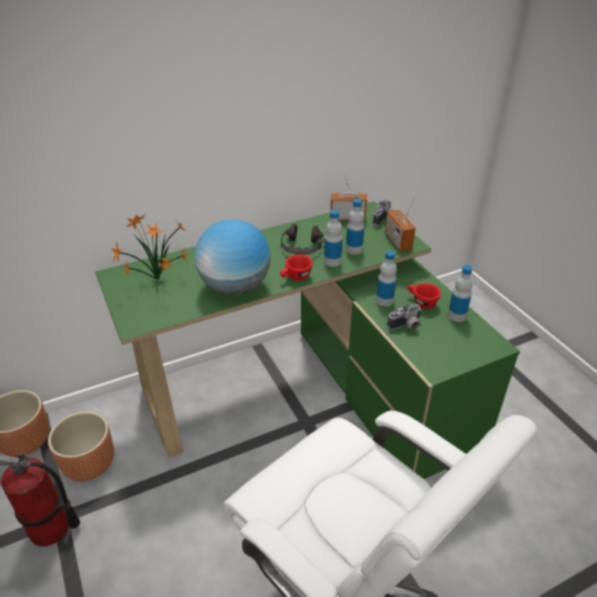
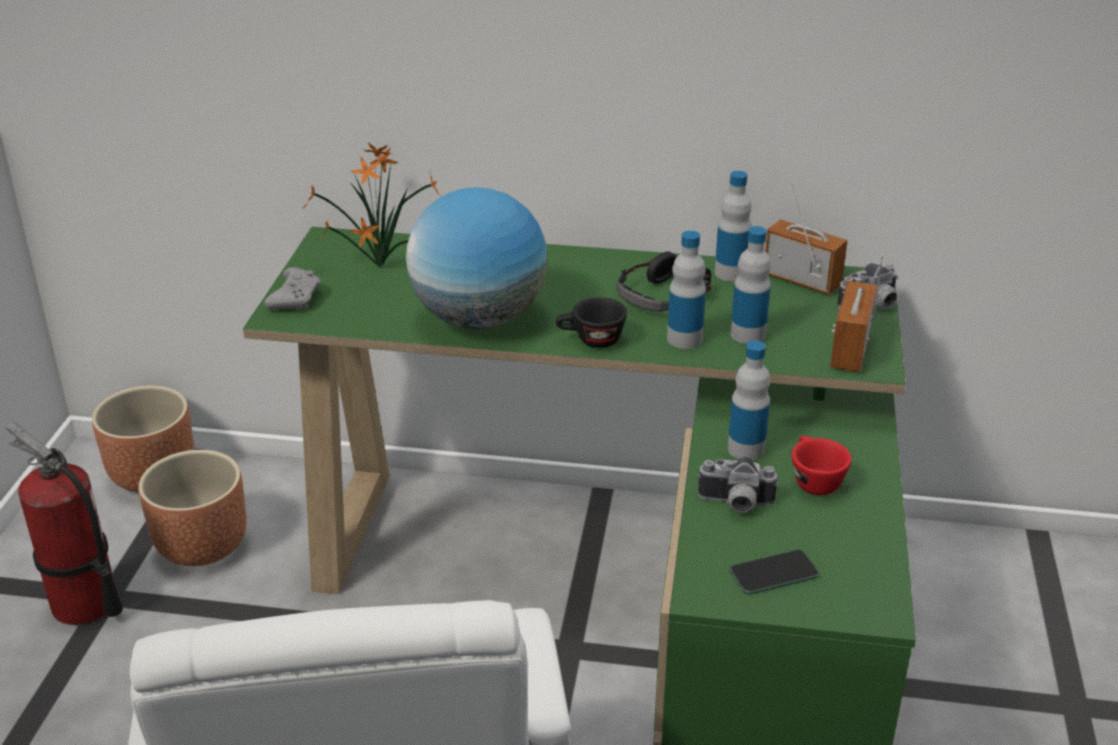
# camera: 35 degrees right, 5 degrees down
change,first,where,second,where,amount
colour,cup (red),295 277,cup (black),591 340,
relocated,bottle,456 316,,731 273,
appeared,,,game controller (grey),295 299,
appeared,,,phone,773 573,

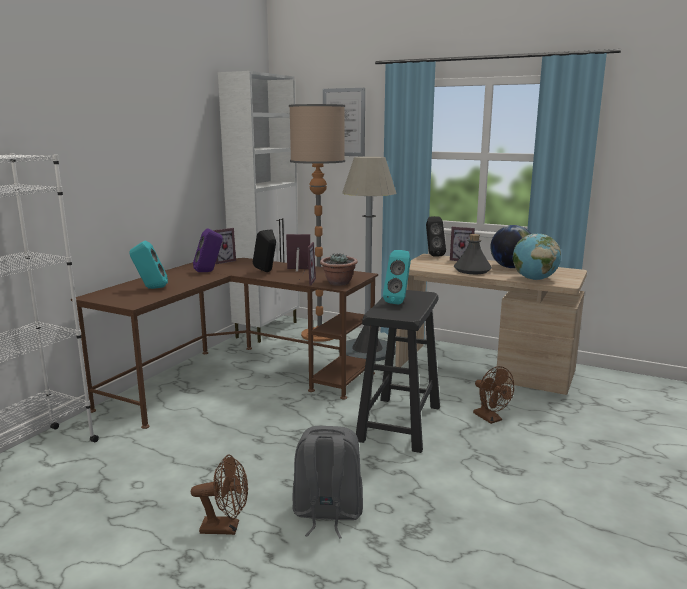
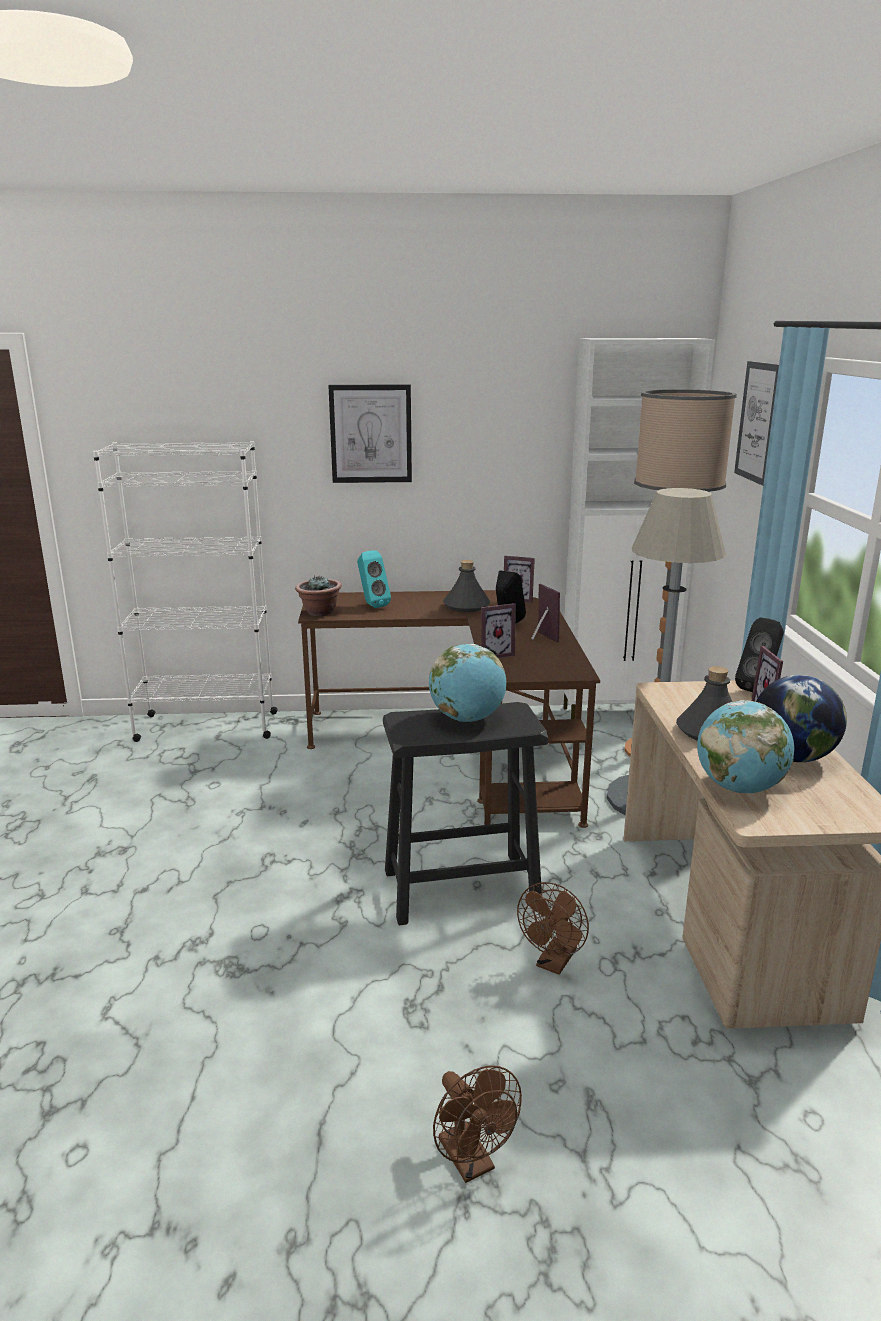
# camera: 60 degrees right, 5 degrees up
change,first,where,second,where,amount
relocated,fan (brown),226 528,,472 1162,
exchanged,speaker (purple),209 271,bottle (grey),466 606,
missing,backpack (grey),327 514,,,
relocated,potted plant,338 283,,319 612,
exchanged,speaker (turquoise),399 302,globe,467 719,
appeared,,,picture,371 434,

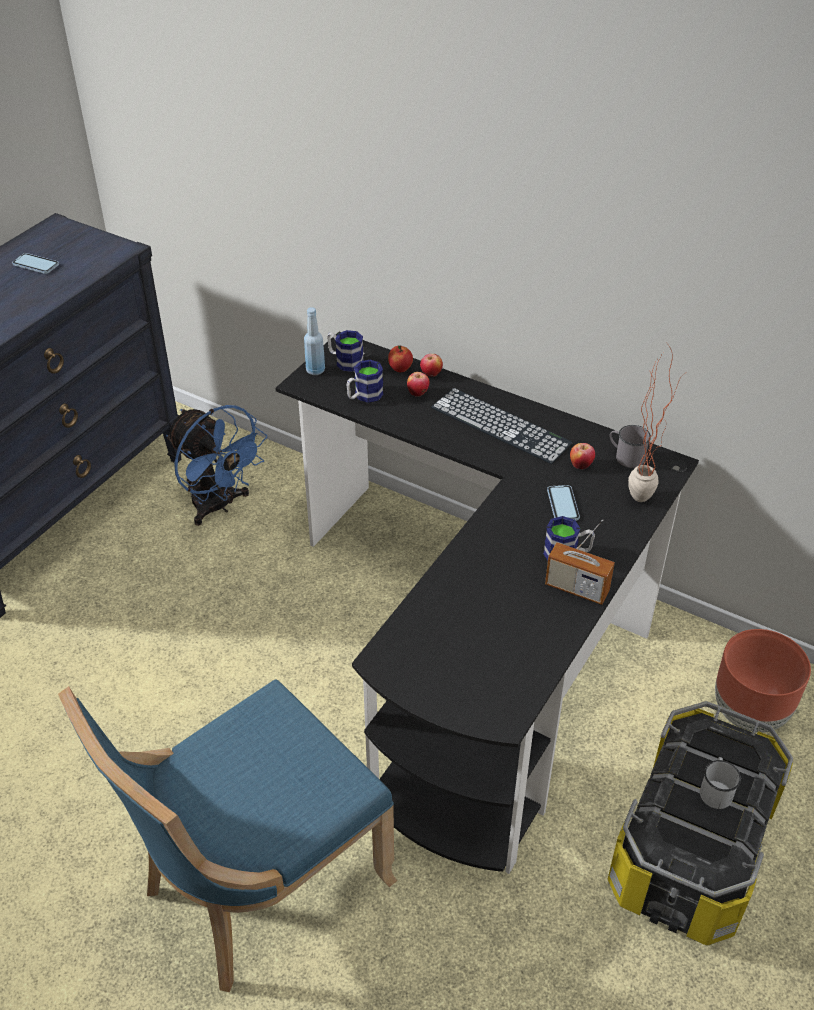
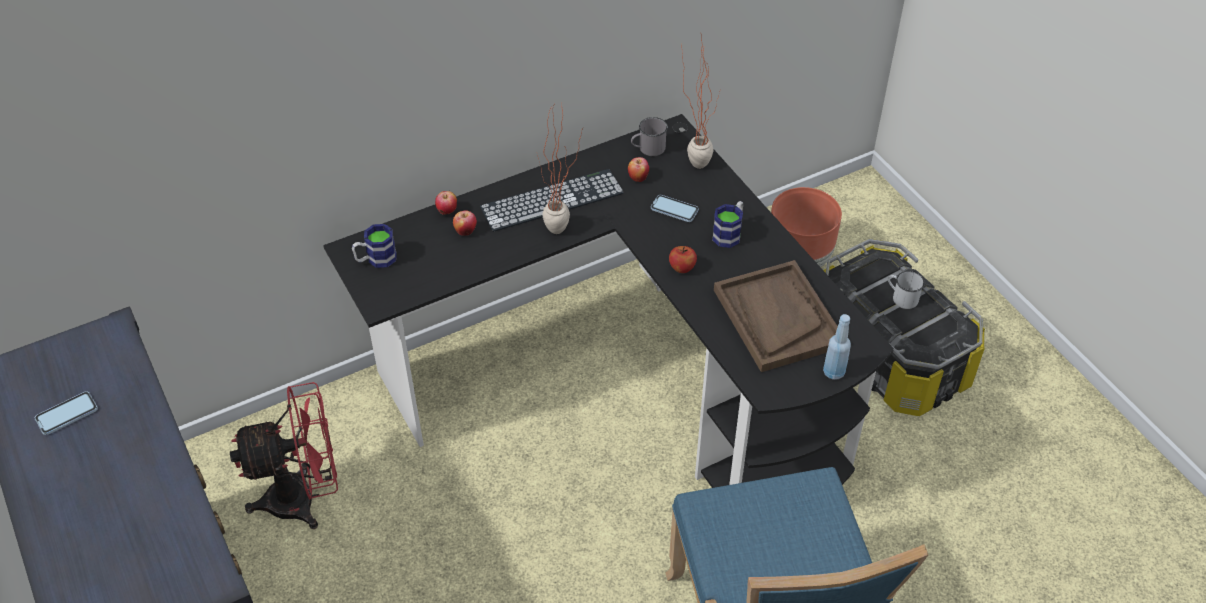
# camera: 60 degrees left, 5 degrees up
change,first,where,second,where,amount
colour,fan (blue),219 506,fan (red),304 498,
relocated,bottle (blue),315 370,,834 372,
missing,mug,364 396,,,
relocated,apple,400 369,,682 268,
missing,radio,576 588,,,
appeared,,,potted plant,563 234,
appeared,,,tray (brown),777 318,

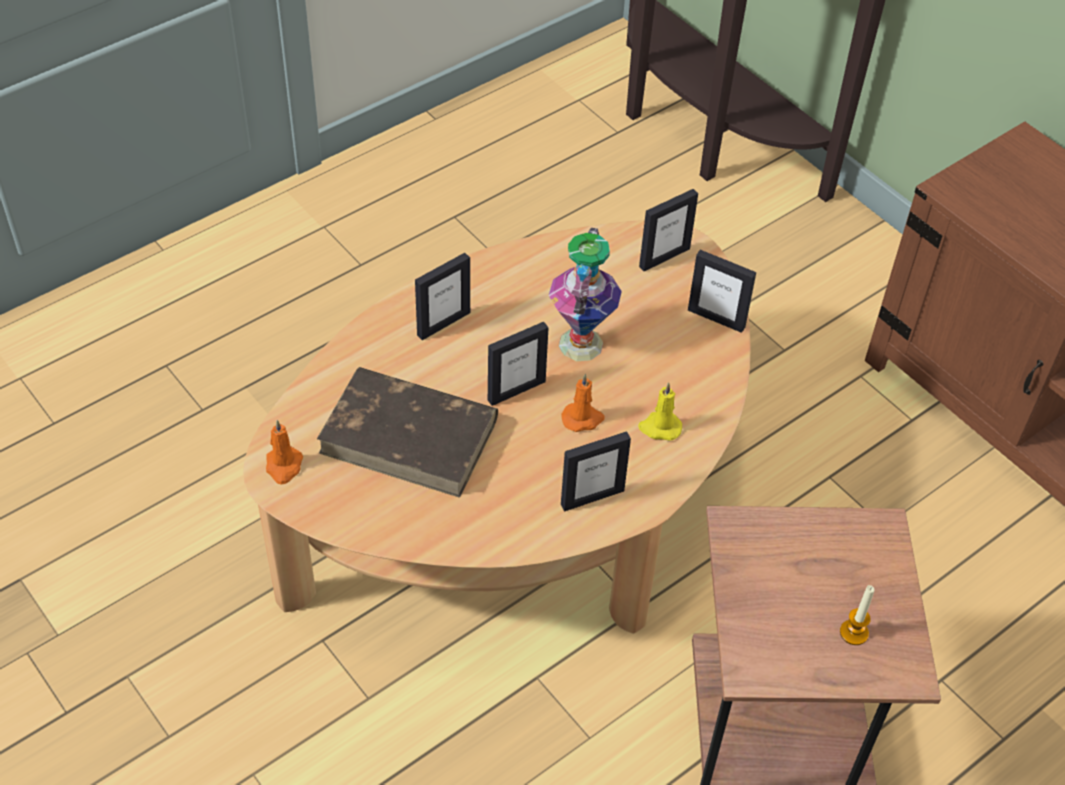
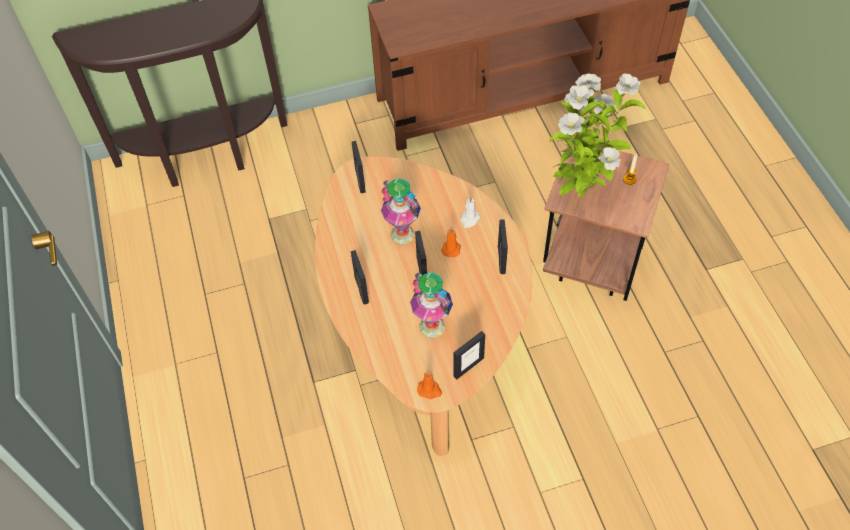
# camera: 65 degrees left, 5 degrees up
change,first,where,second,where,amount
exchanged,book (brown),411 436,vase,432 326,
colour,candle (yellow),659 427,candle (white),469 219,
relocated,picture frame,716 318,,468 367,
appeared,,,potted plant,580 192,

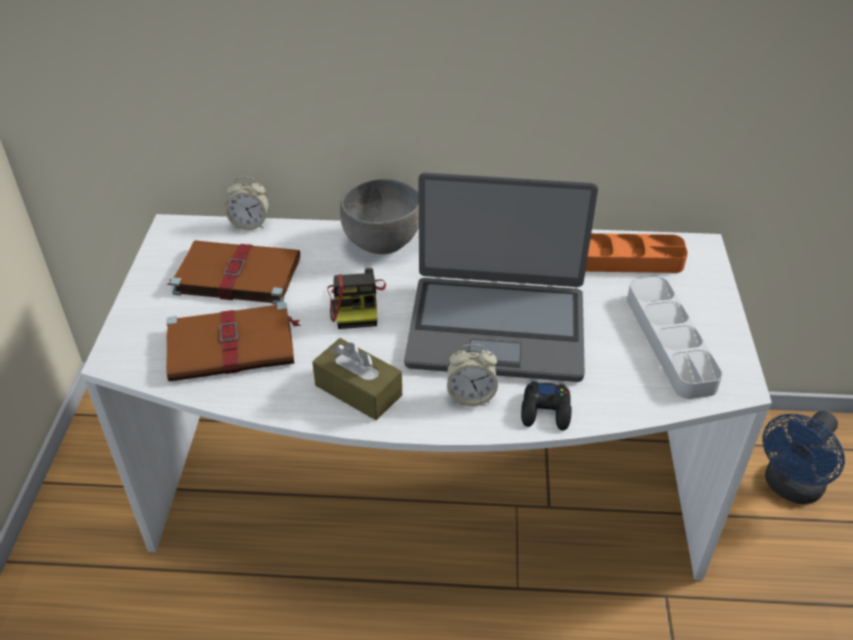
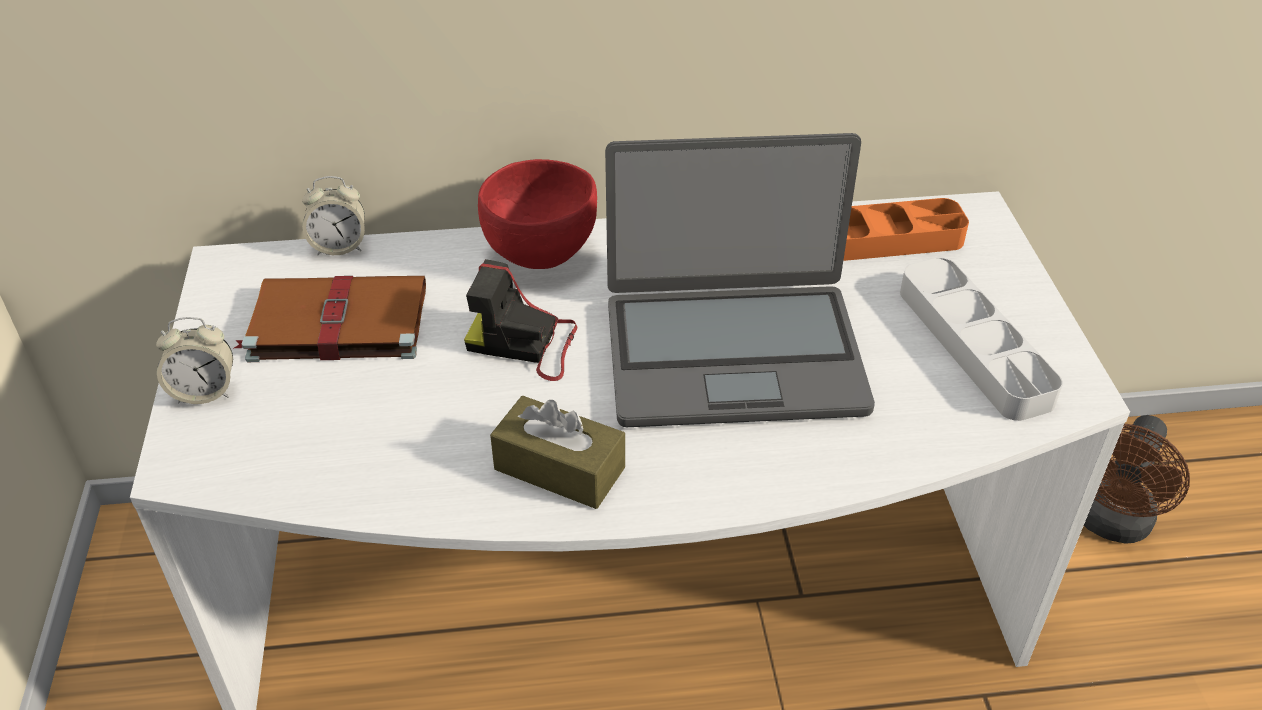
# camera: 10 degrees left, 0 degrees up
change,first,where,second,where,amount
missing,book (brown),233 346,,,
spun,photo camera,356 304,,525 344,120 degrees clockwise
colour,bowl (grey),383 243,bowl (red),541 253,
relocated,alarm clock,471 396,,204 391,
missing,game controller (black),546 411,,,
colour,fan (blue),789 488,fan (brown),1109 523,

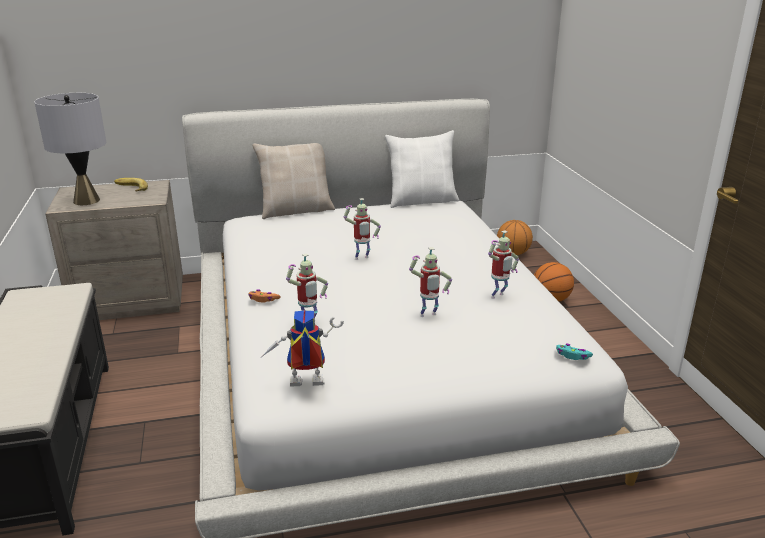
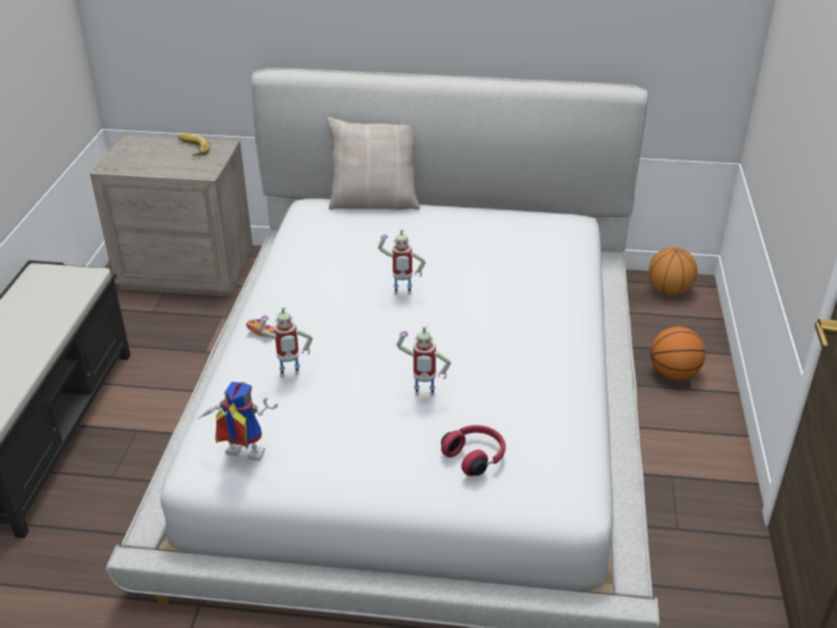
# camera: 20 degrees right, 10 degrees up
change,first,where,second,where,amount
missing,table lamp (grey),86 201,,,
missing,pillow (white),422 201,,,
missing,toy robot,498 297,,,
missing,game controller (turquoise),573 356,,,
appeared,,,headphones (red),475 457,

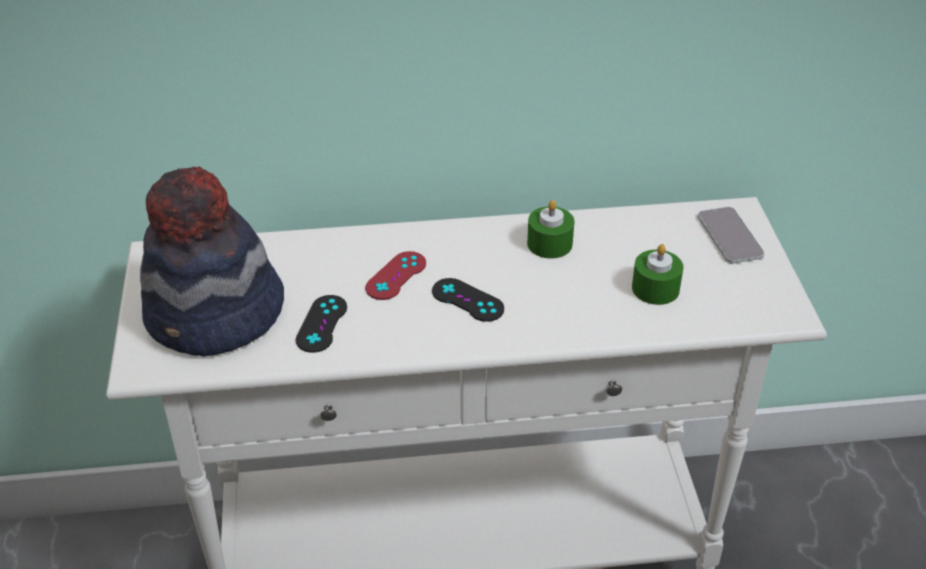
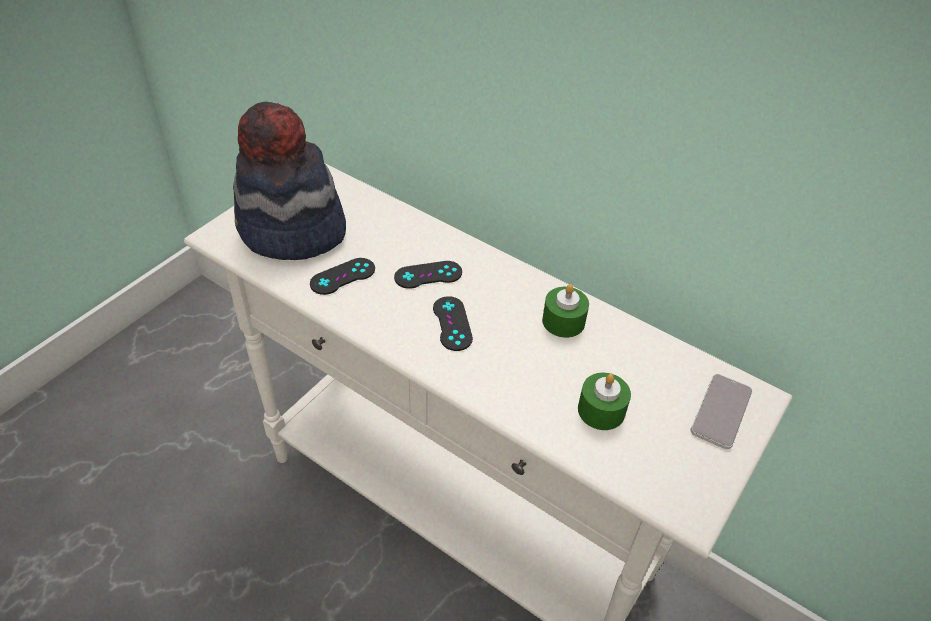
# camera: 40 degrees right, 5 degrees up
change,first,where,second,where,amount
colour,game controller (red),396 276,game controller (black),428 275,

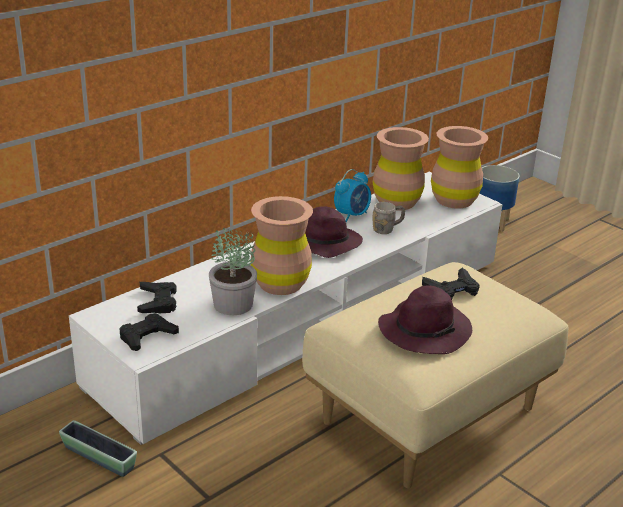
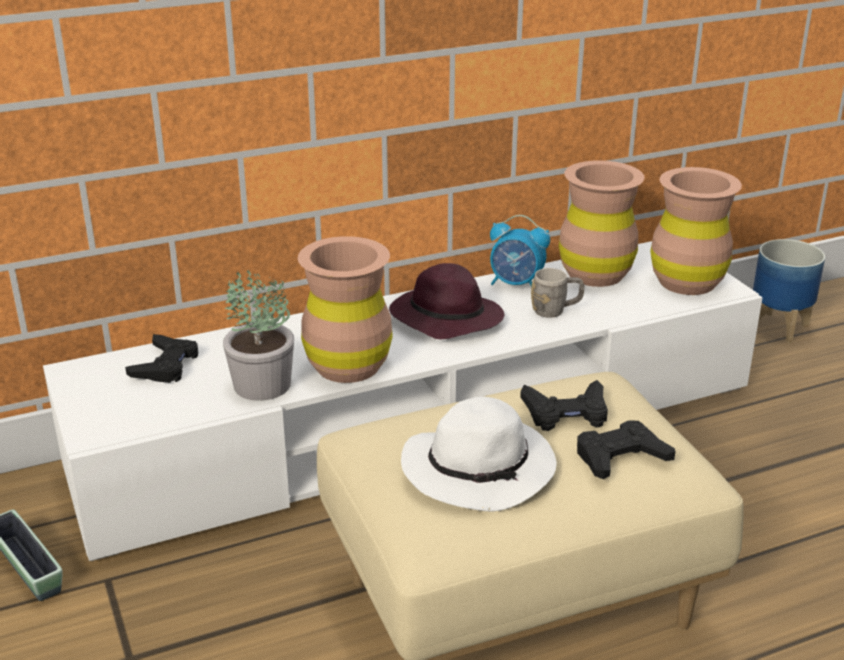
# camera: 20 degrees right, 0 degrees up
change,first,where,second,where,amount
relocated,game controller (black),147 336,,620 457,
spun,alarm clock,352 215,,516 284,45 degrees clockwise
colour,hat (purple),425 330,hat (white),481 468,

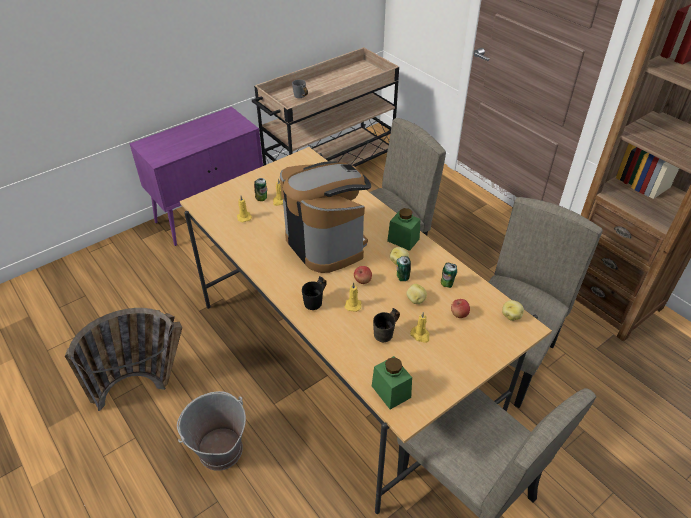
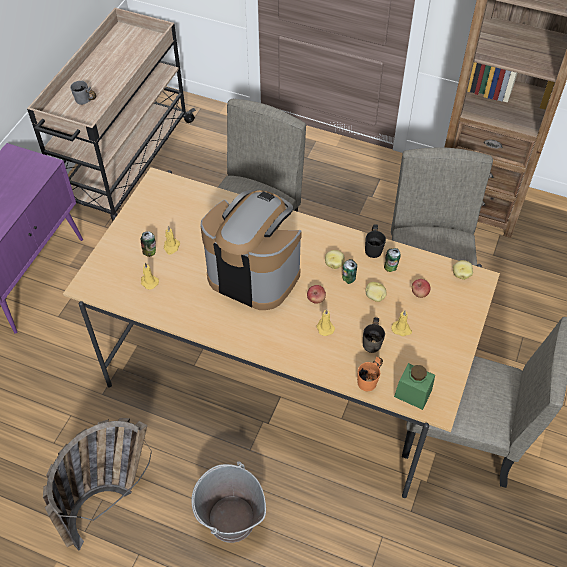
# camera: 30 degrees left, 10 degrees up
change,first,where,second,where,amount
relocated,mug (black),317 302,,375 249,
missing,jar (green),403 240,,,
appeared,,,mug (orange),371 381,

